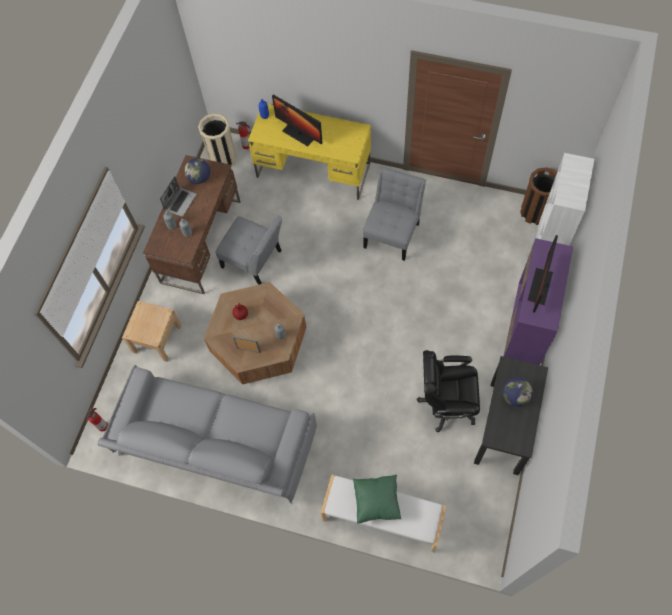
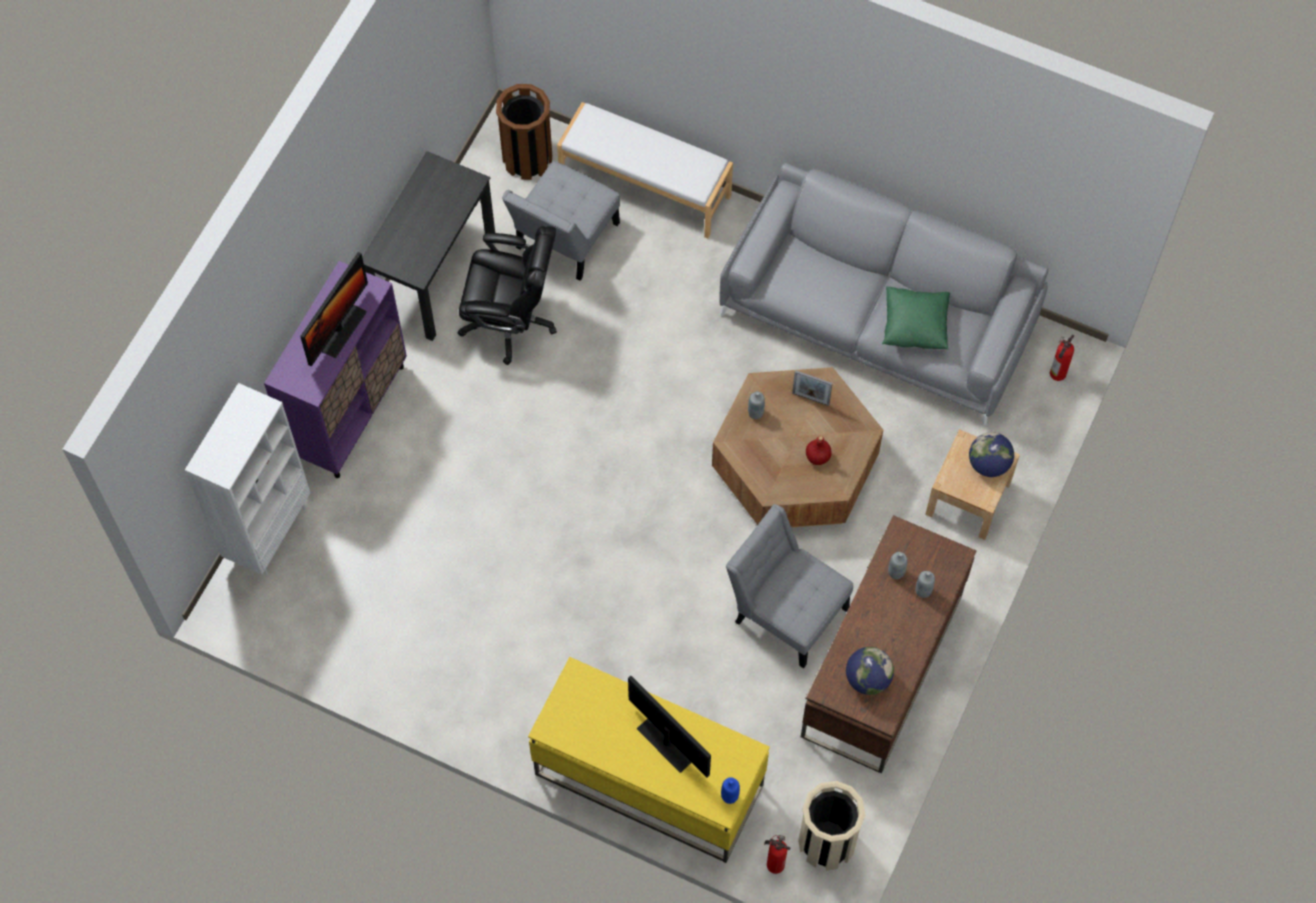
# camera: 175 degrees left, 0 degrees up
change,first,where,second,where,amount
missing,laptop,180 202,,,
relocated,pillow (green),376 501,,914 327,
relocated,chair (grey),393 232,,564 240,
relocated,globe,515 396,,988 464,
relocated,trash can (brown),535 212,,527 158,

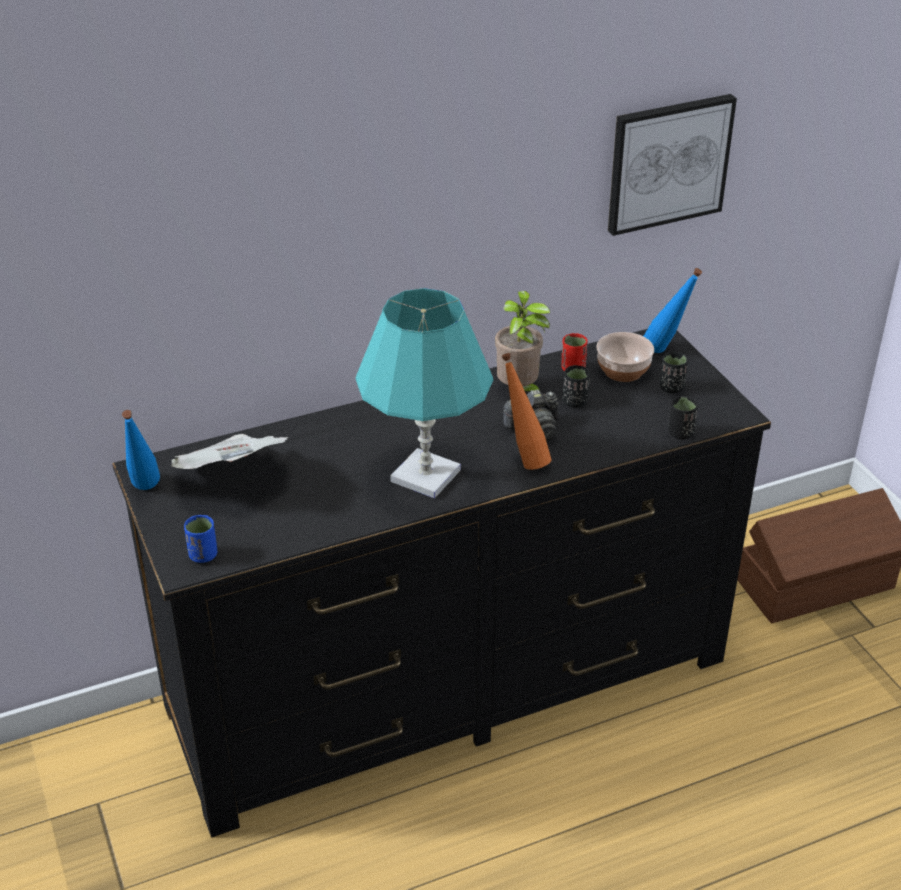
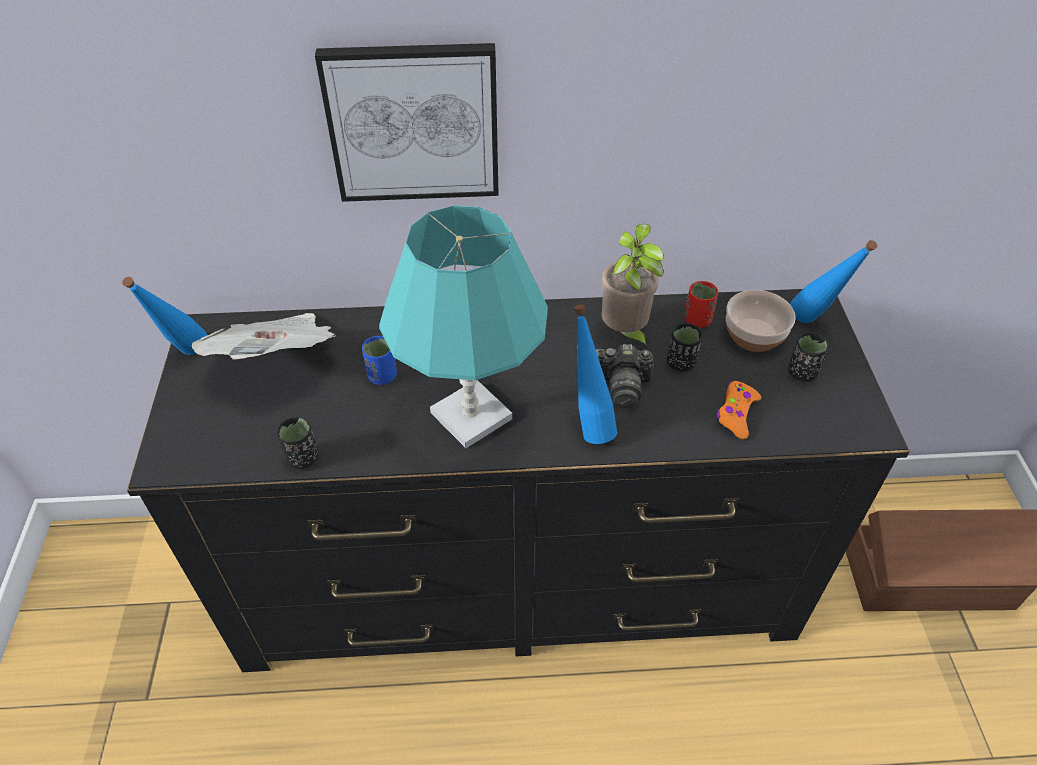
# camera: 20 degrees right, 10 degrees up
change,first,where,second,where,amount
relocated,cup (blue),203 555,,382 376,
colour,bottle (orange),523 459,bottle (blue),588 424,
relocated,picture,668 163,,413 123,
relocated,cup (black),680 433,,302 458,
appeared,,,game controller (orange),736 414,

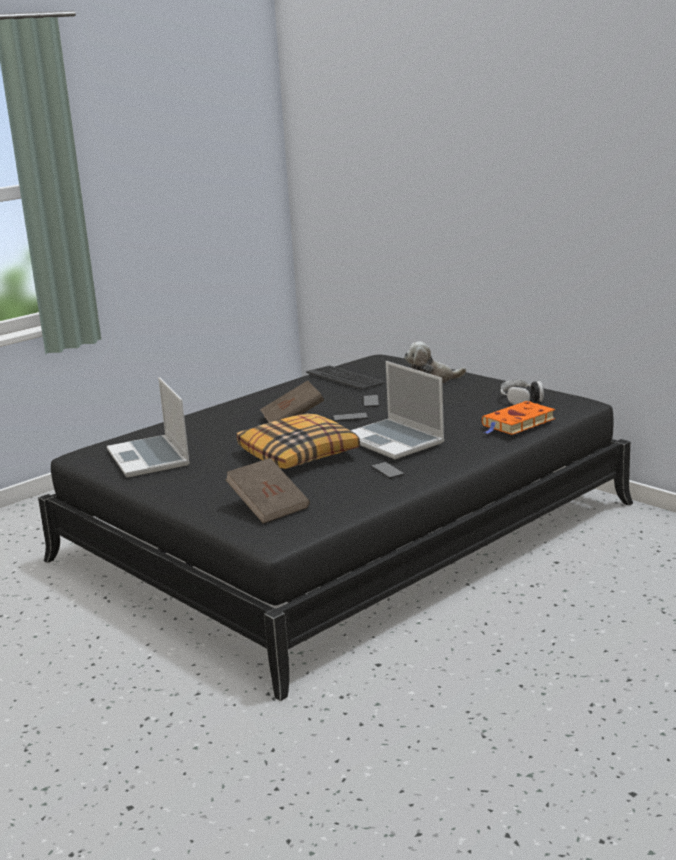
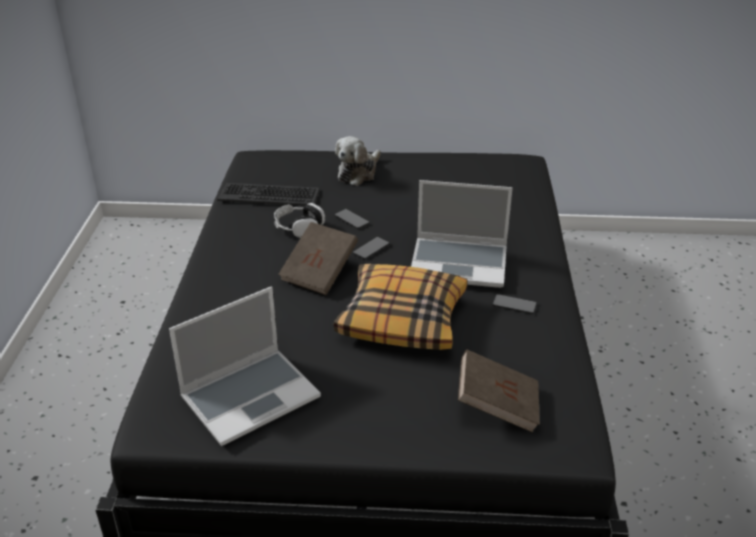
# camera: 45 degrees left, 15 degrees up
change,first,where,second,where,amount
spun,laptop,150 458,,251 396,60 degrees counterclockwise
missing,book (orange),517 423,,,
relocated,headphones,521 399,,299 227,

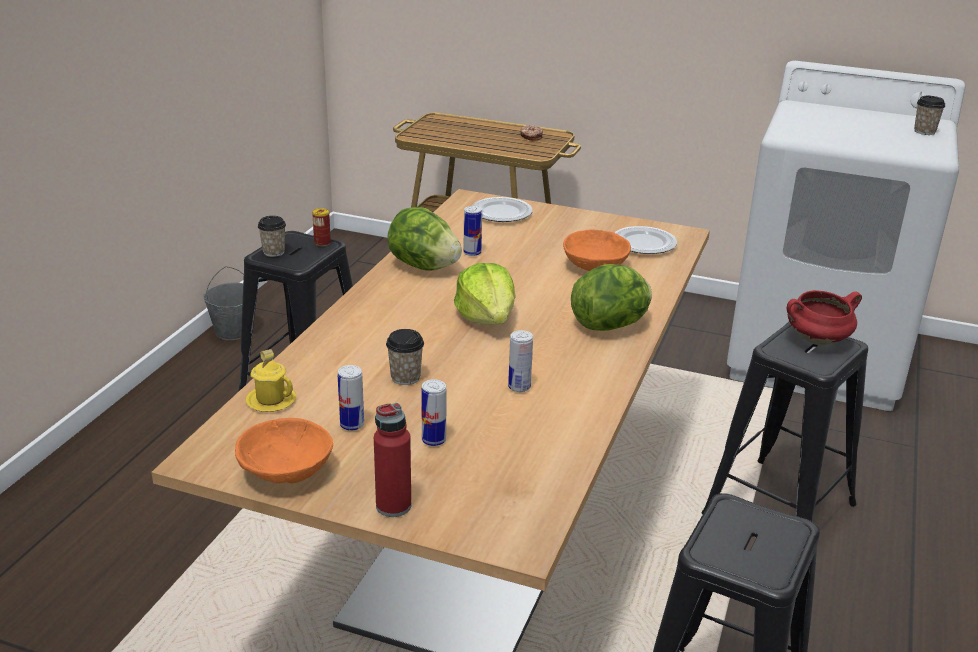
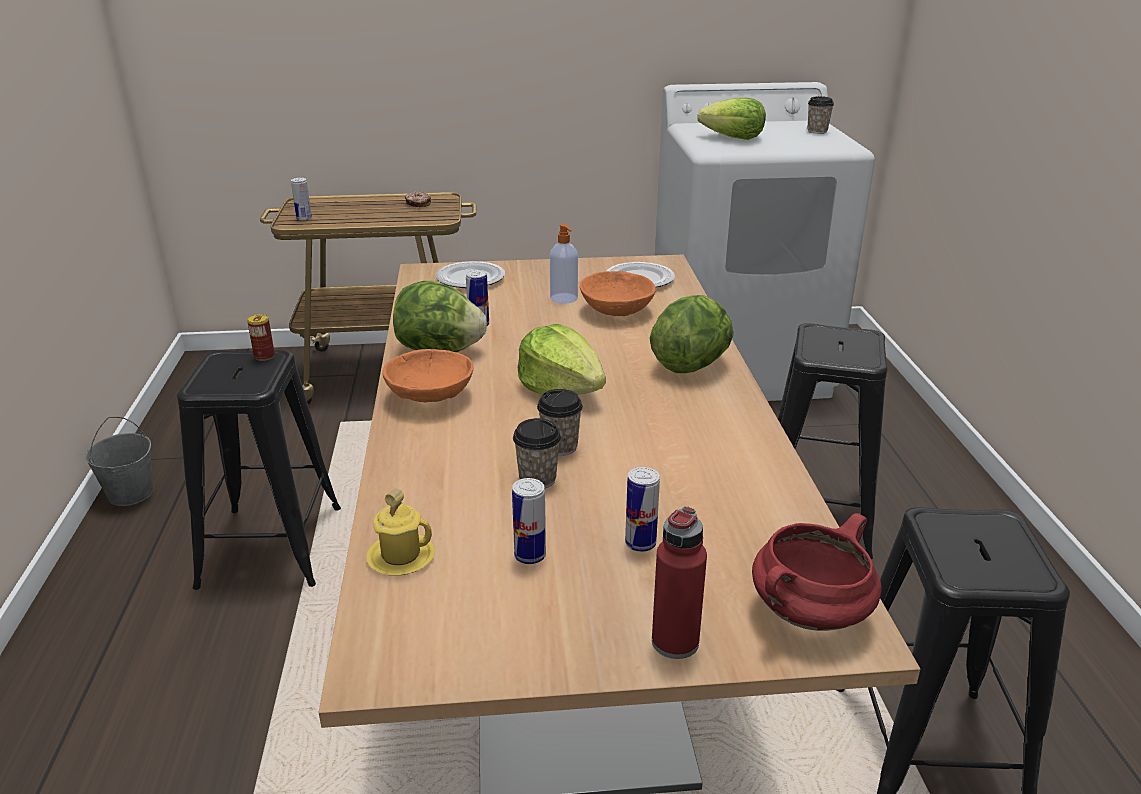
# camera: 25 degrees left, 0 degrees up
change,first,where,second,where,amount
relocated,bowl (orange),285 473,,430 398,
relocated,cup,274 252,,560 447,
relocated,can,519 387,,304 218,
relocated,cooking pot (red),817 340,,809 616,
appeared,,,soap dispenser,564 299,
appeared,,,lettuce,733 138,

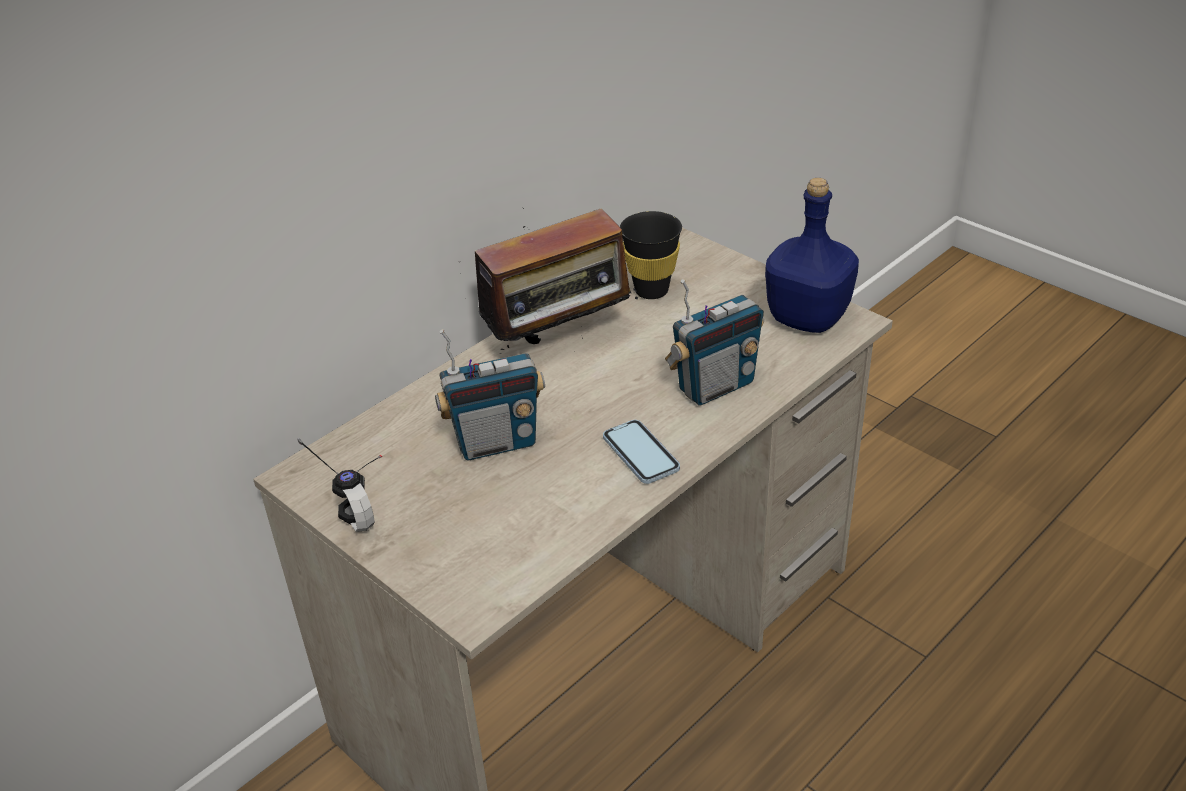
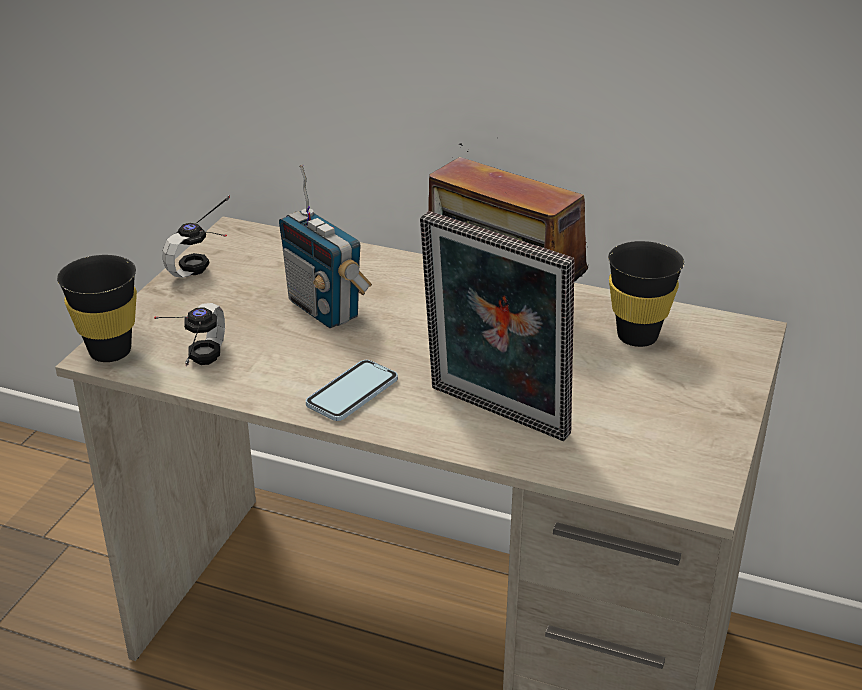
# camera: 65 degrees right, 5 degrees down
change,first,where,second,where,amount
exchanged,radio,715 386,picture frame,494 416,
missing,bottle (blue),808 317,,,
appeared,,,cup (black),110 352,
appeared,,,headphones,187 370,

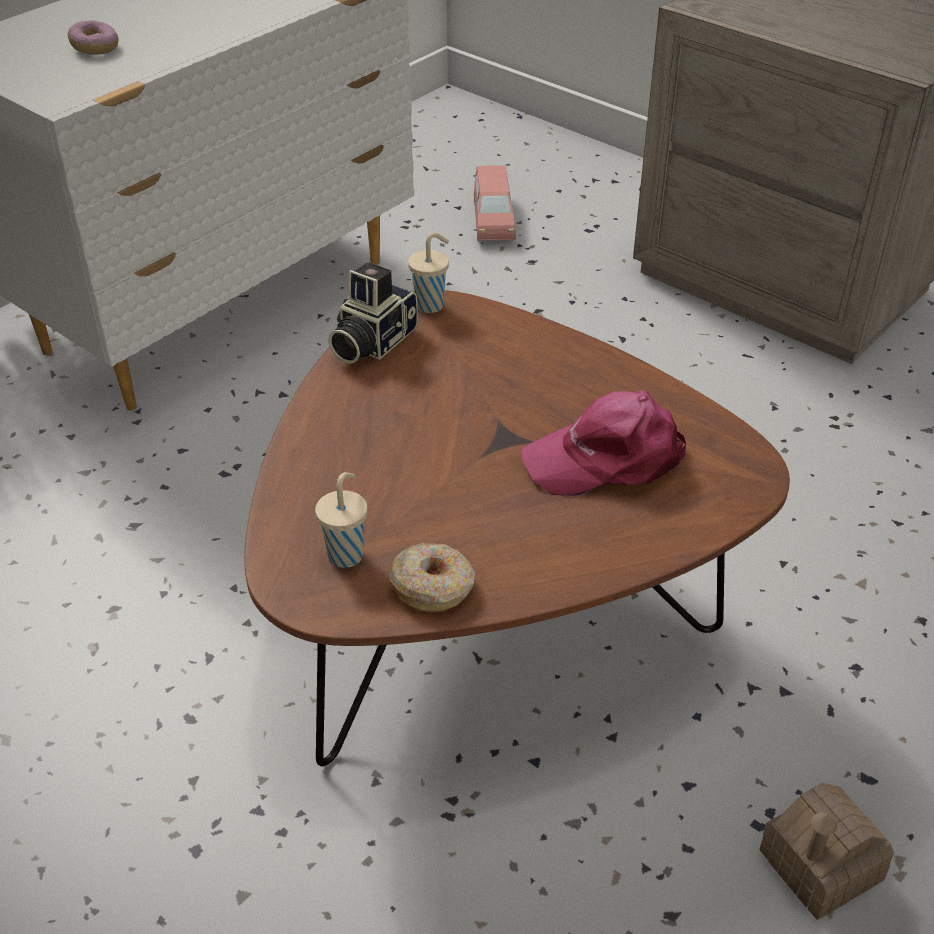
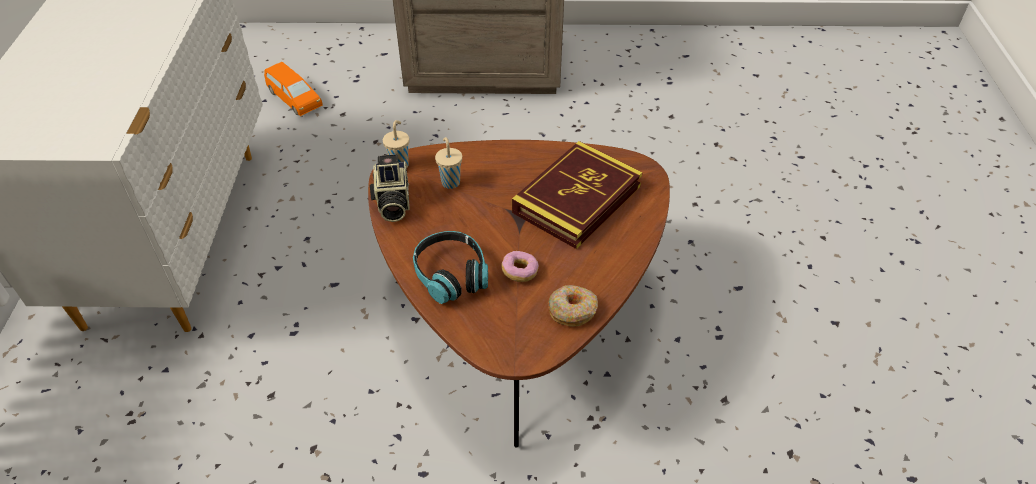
# camera: 40 degrees left, 5 degrees up
change,first,where,second,where,amount
relocated,donut,95 48,,520 272,
relocated,cup (beige),347 554,,450 182,
colour,toy car (pink),493 220,toy car (orange),294 99,
exchanged,cap (pink),607 458,book,577 199,
missing,toy house,820 865,,,
appeared,,,headphones,451 275,

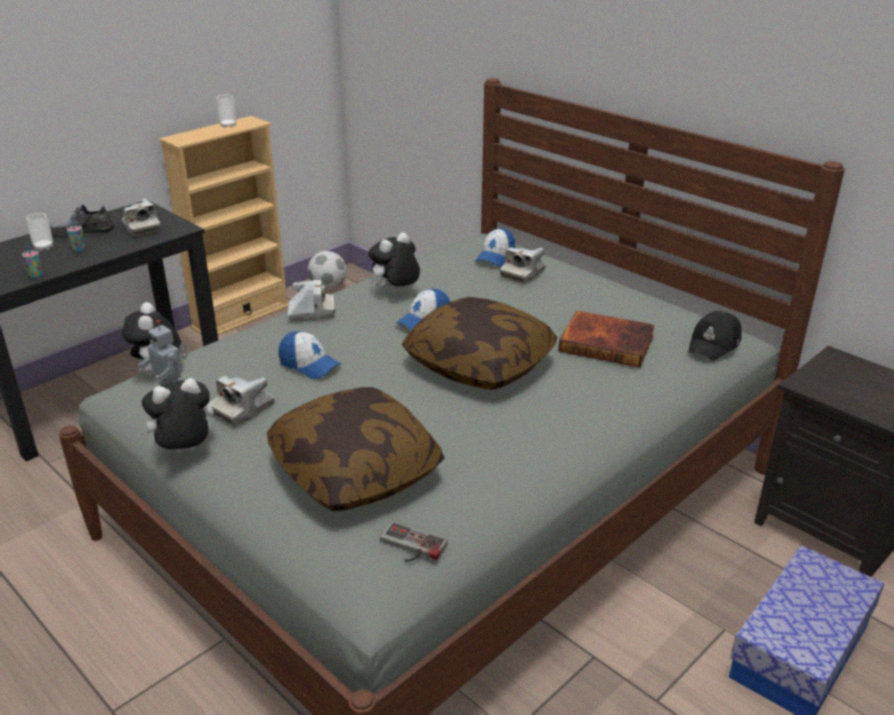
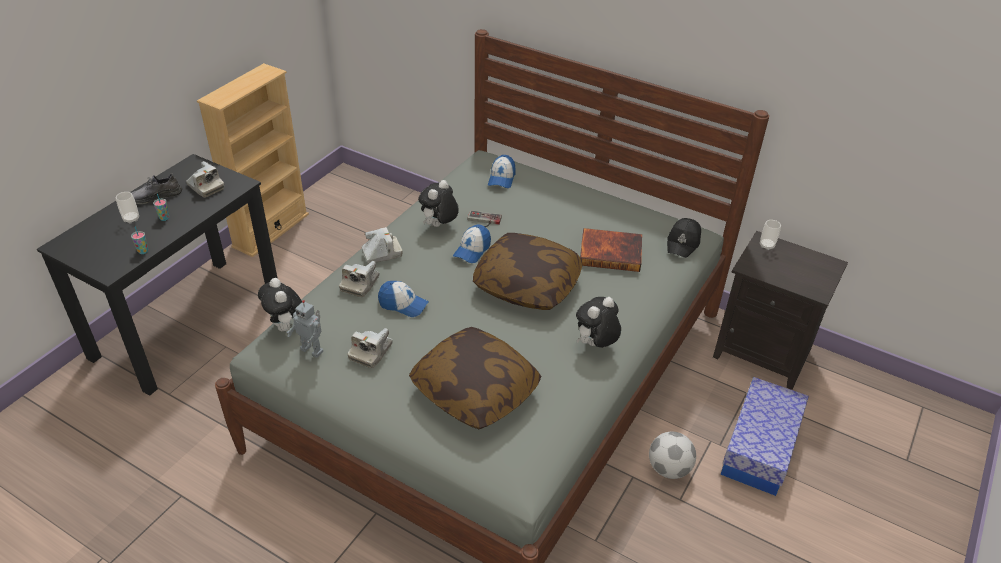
# camera: 15 degrees left, 10 degrees up
change,first,where,second,where,amount
relocated,plush toy,184 452,,595 345,
relocated,cup,228 125,,766 246,
relocated,football,328 287,,668 469,
relocated,game controller,410 547,,483 221,
relocated,photo camera,523 274,,360 284,

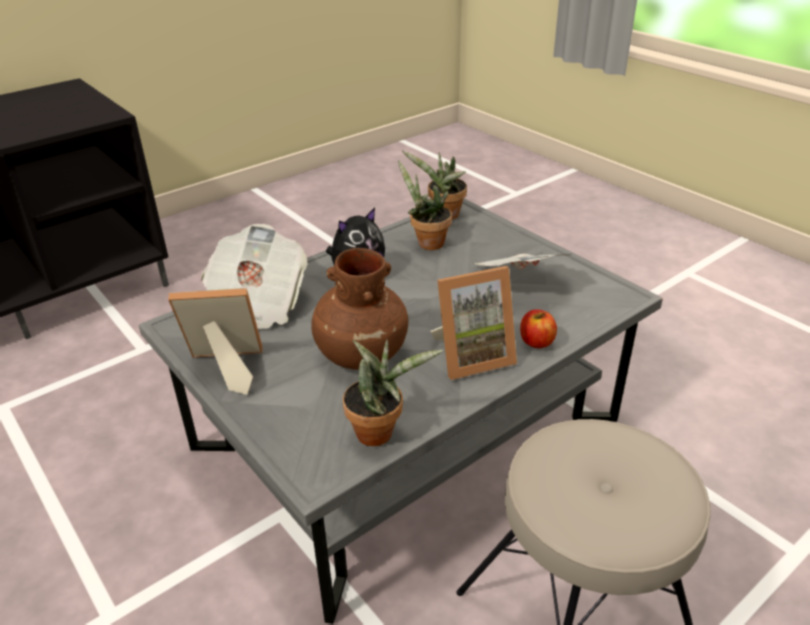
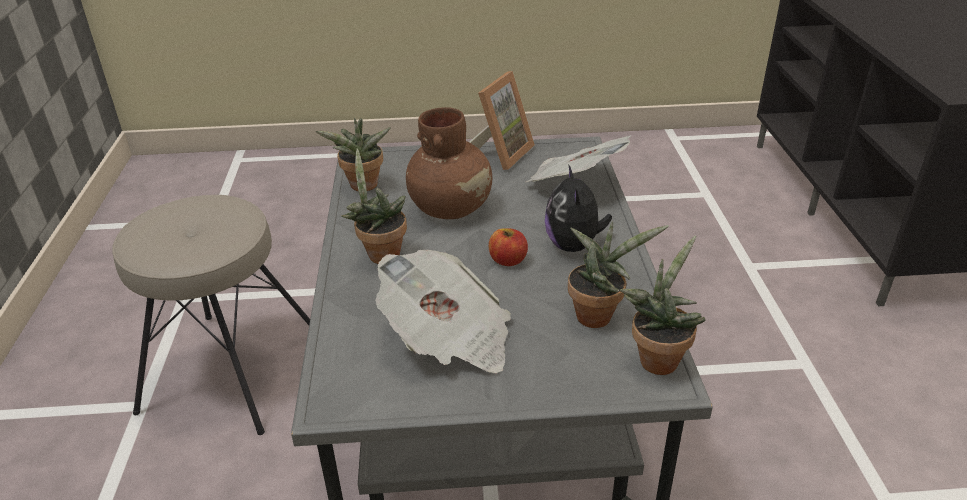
# camera: 125 degrees right, 0 degrees up
change,first,where,second,where,amount
exchanged,picture frame,472 356,potted plant,380 253,
relocated,apple,536 342,,508 260,

